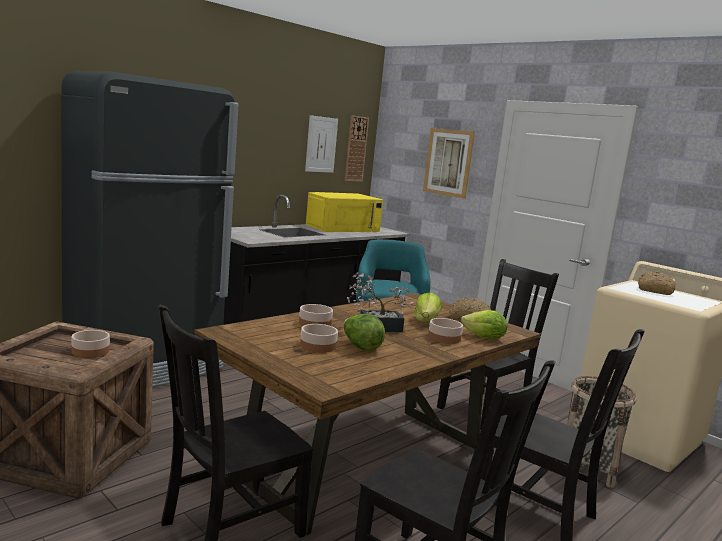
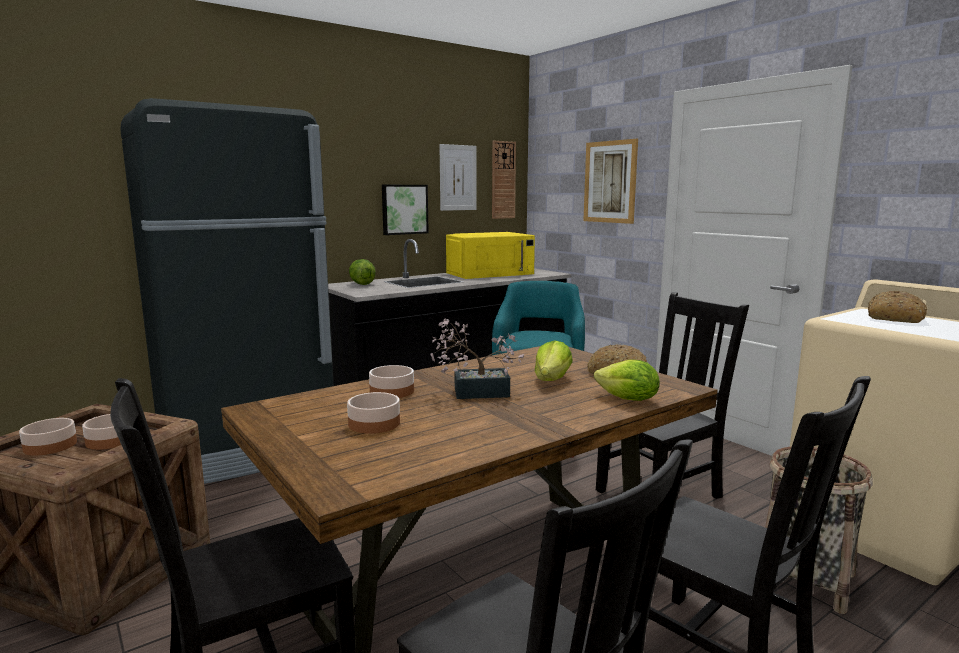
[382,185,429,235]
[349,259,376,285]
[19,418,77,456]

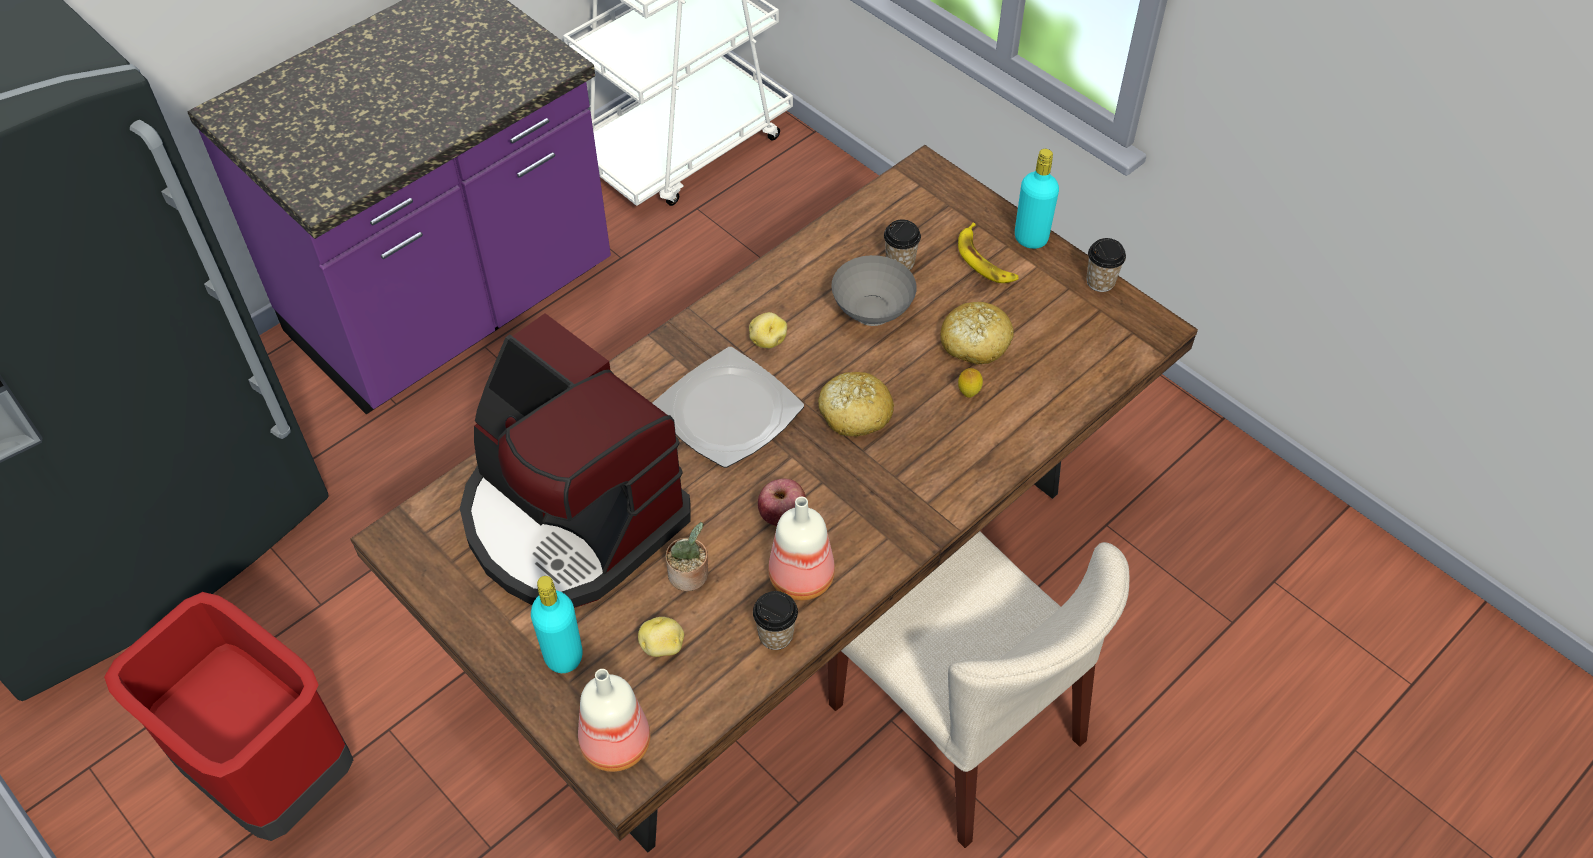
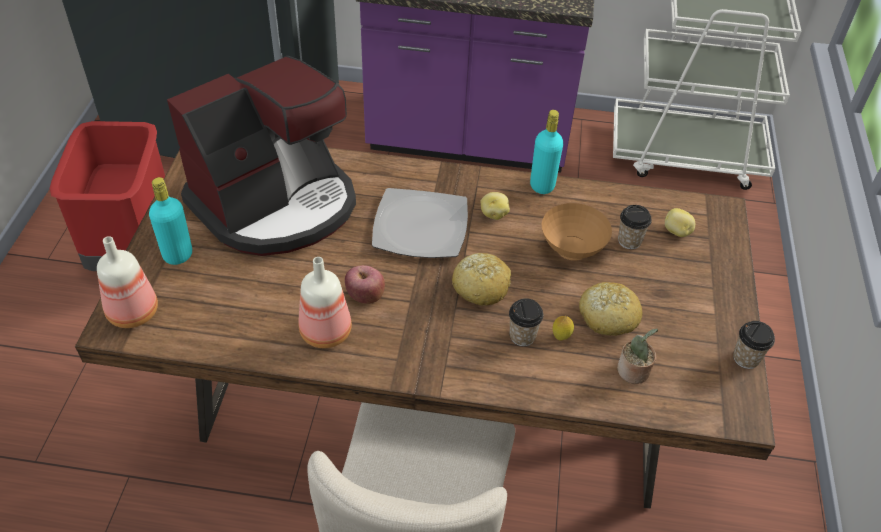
[958,223,1019,283] (first image)
[665,208,695,237]
[617,328,658,384]
[509,298,544,346]
[530,110,563,194]
[542,203,612,261]
[167,56,356,256]

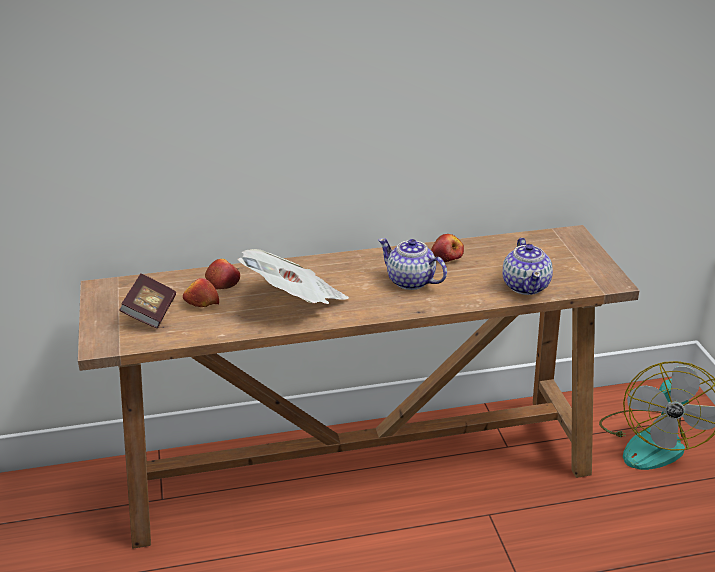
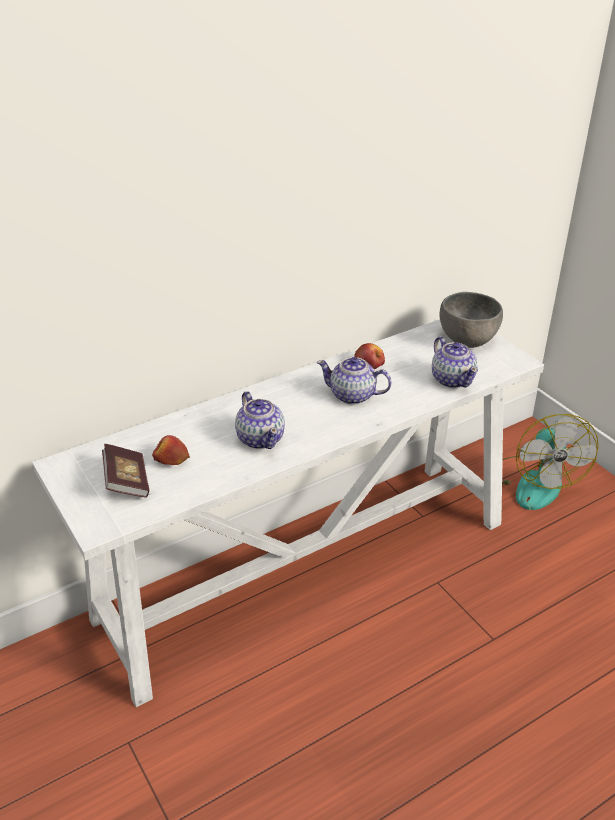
[205,259,240,290] (first image)
[440,292,503,348]
[235,391,285,449]
[32,319,544,707]

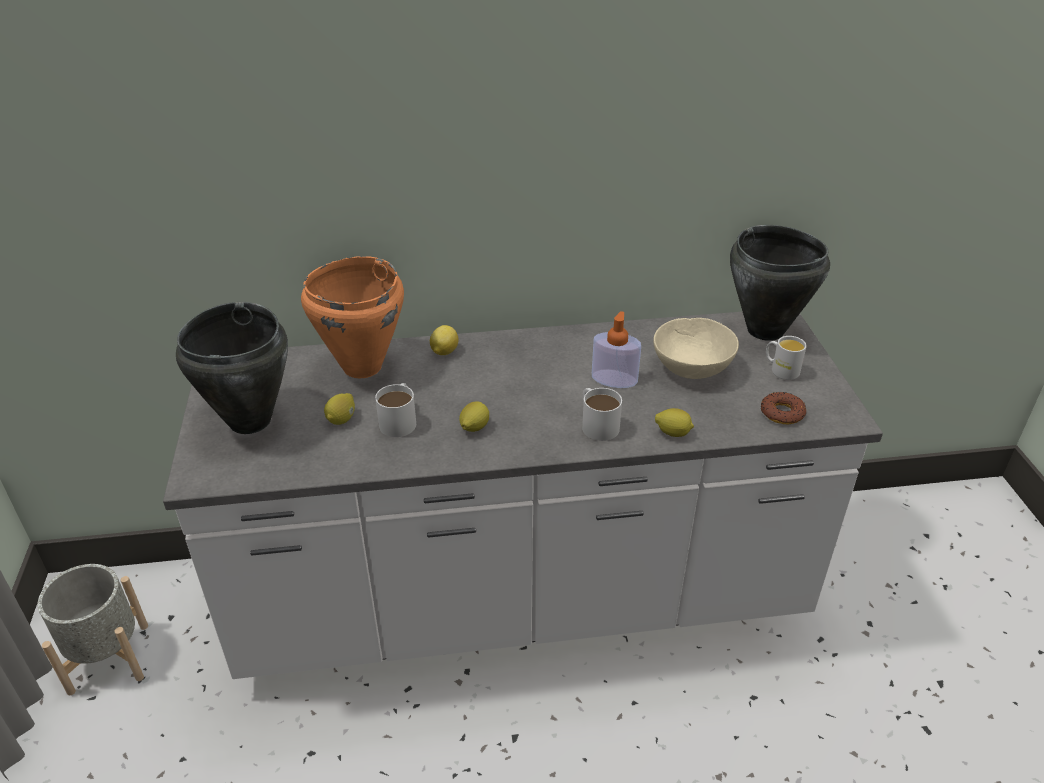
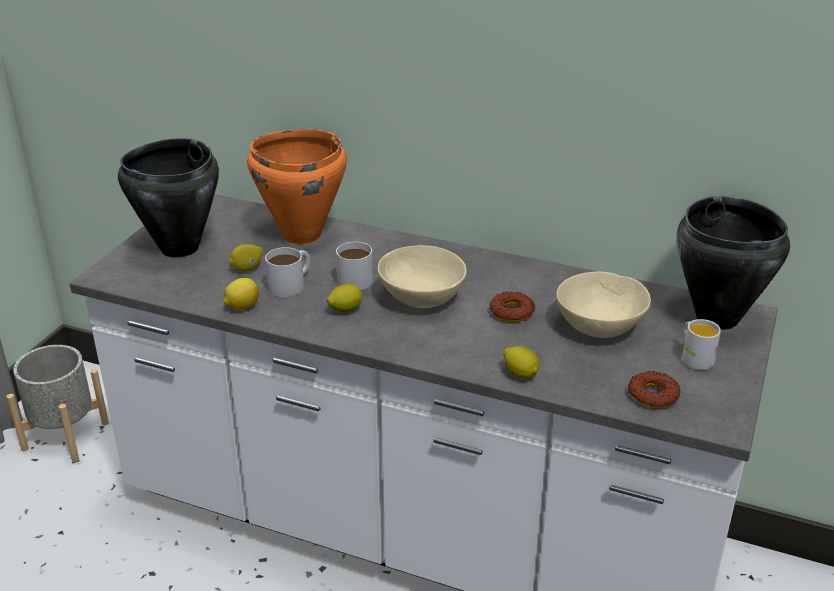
[378,245,467,308]
[223,278,259,310]
[336,242,373,290]
[490,292,535,322]

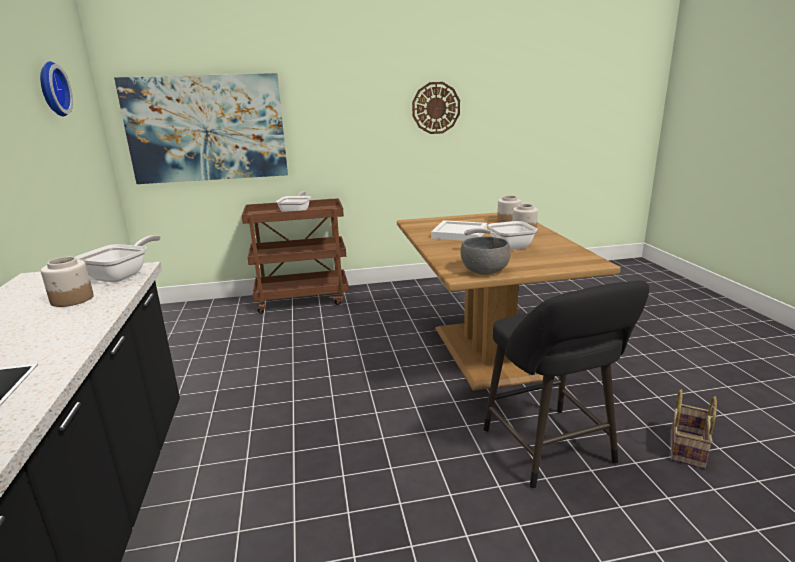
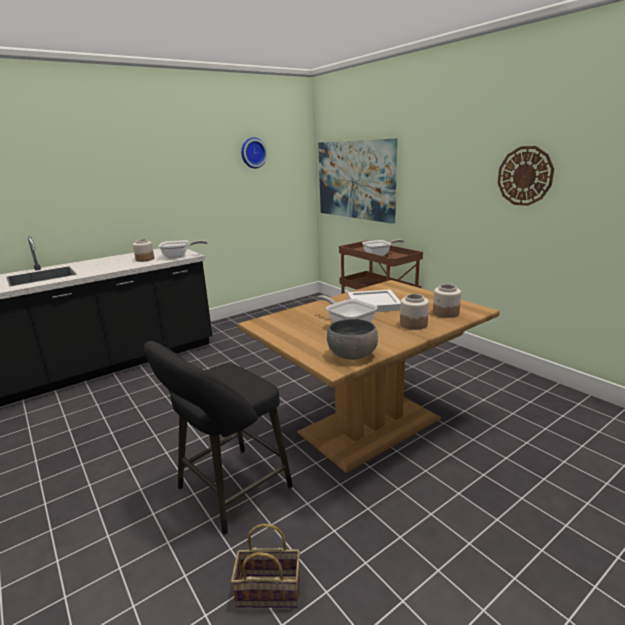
[327,319,378,360]

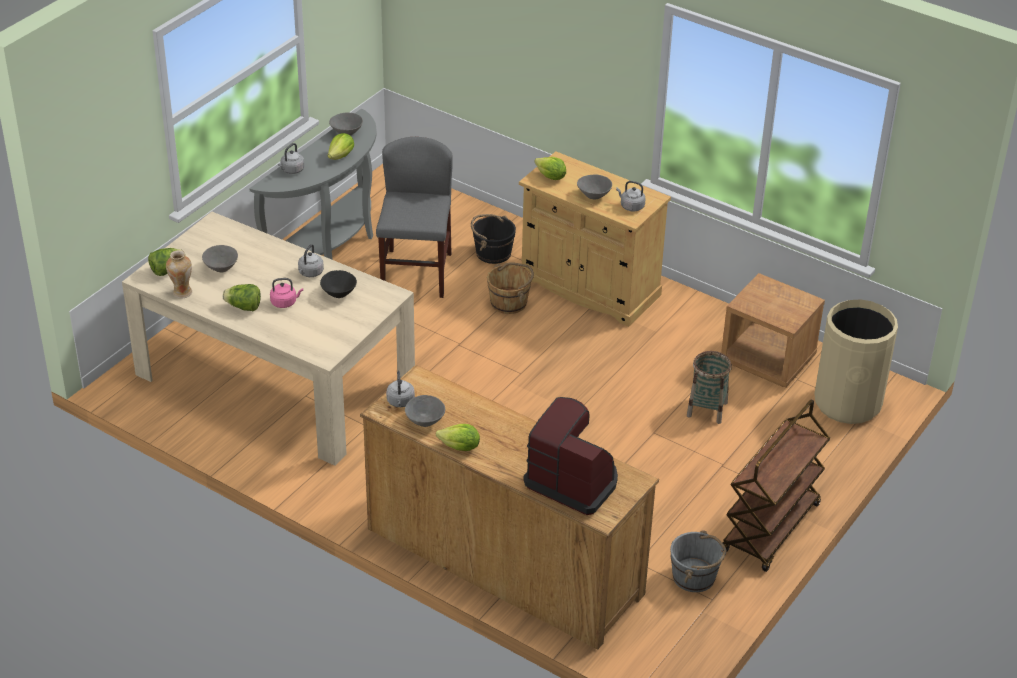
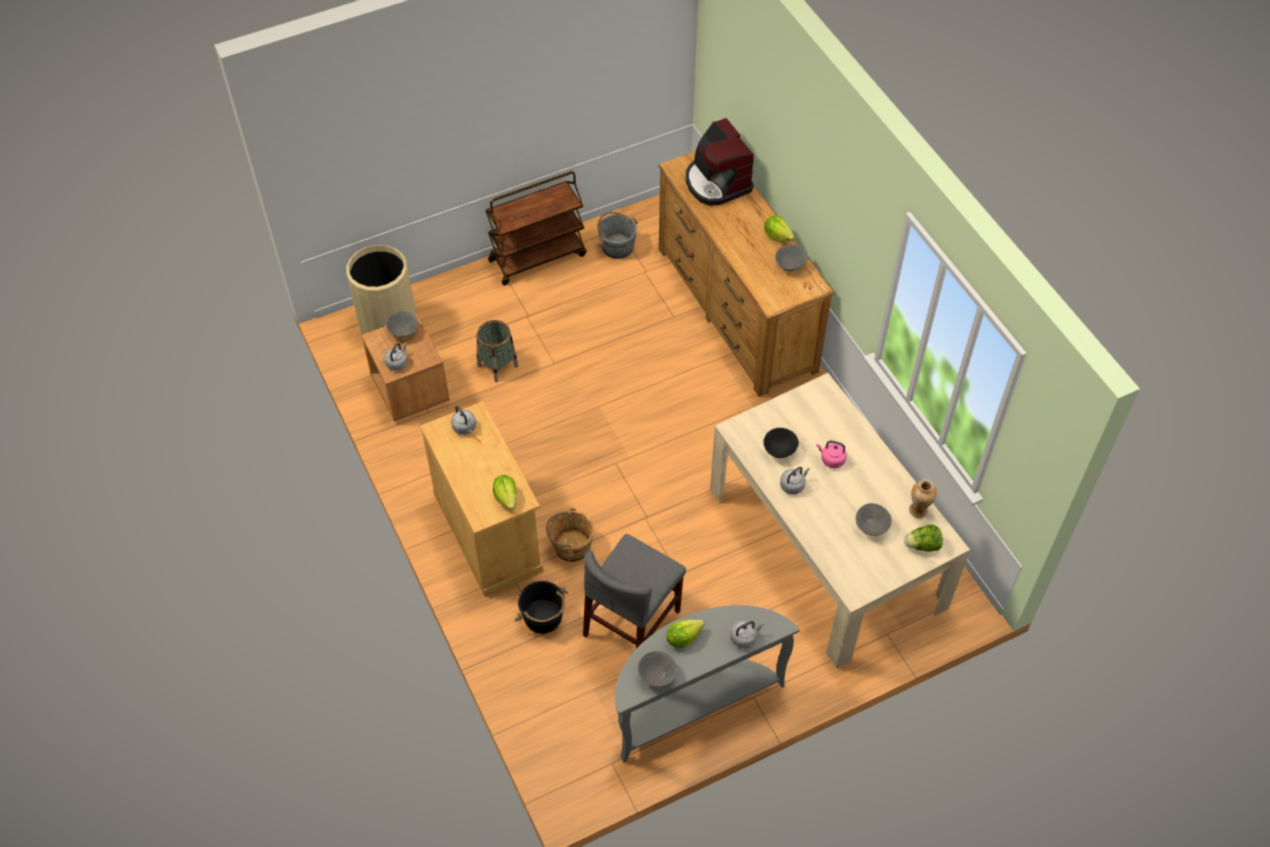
[223,284,261,311] (first image)
[384,342,408,371]
[386,311,418,337]

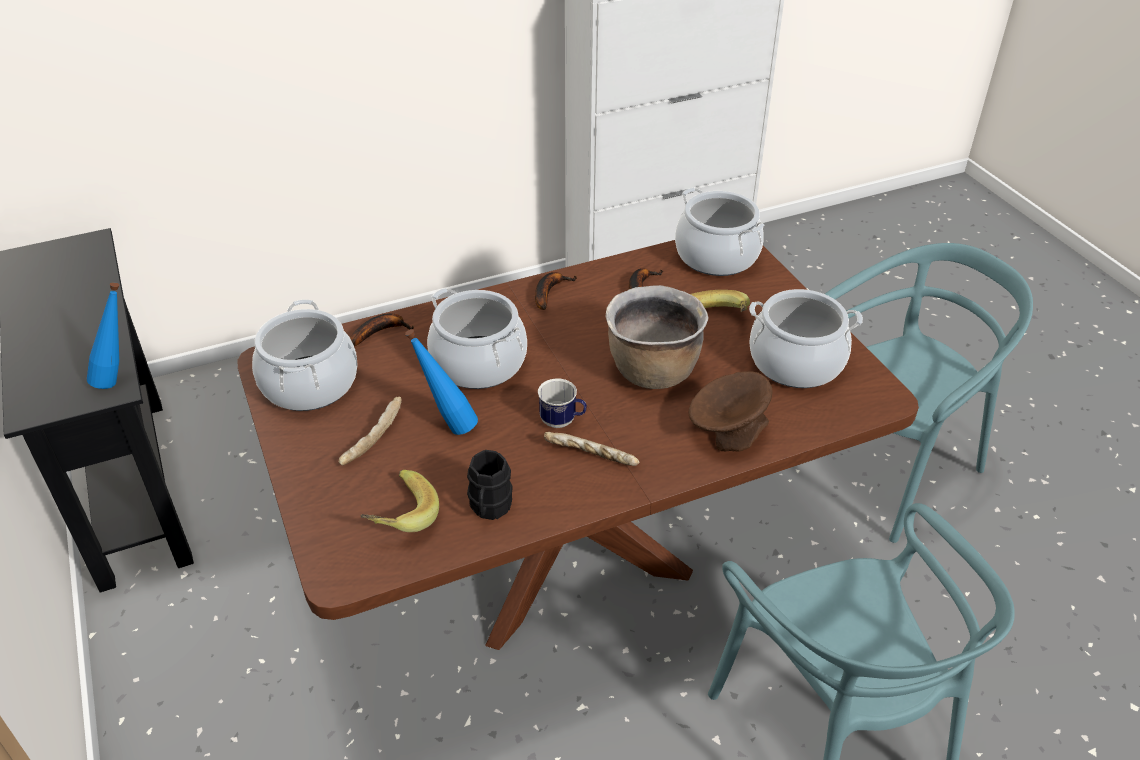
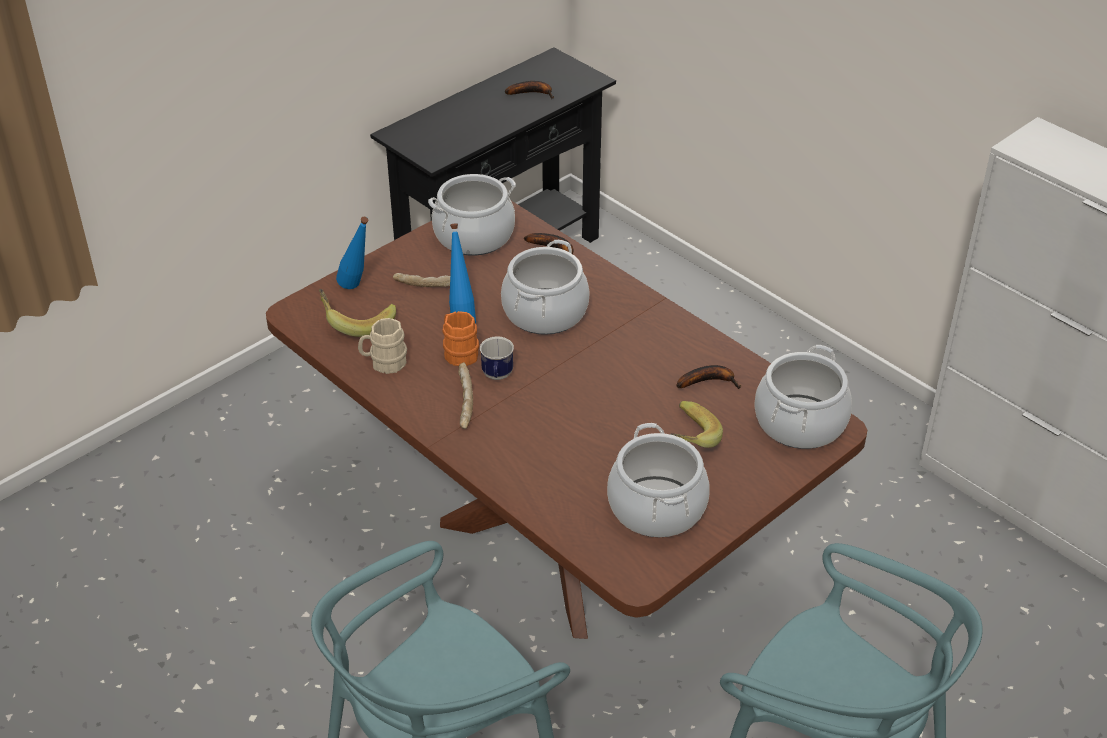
[605,285,709,389] (first image)
[689,371,773,452] (first image)
[443,311,479,366]
[336,217,368,289]
[505,81,554,100]
[358,318,407,374]

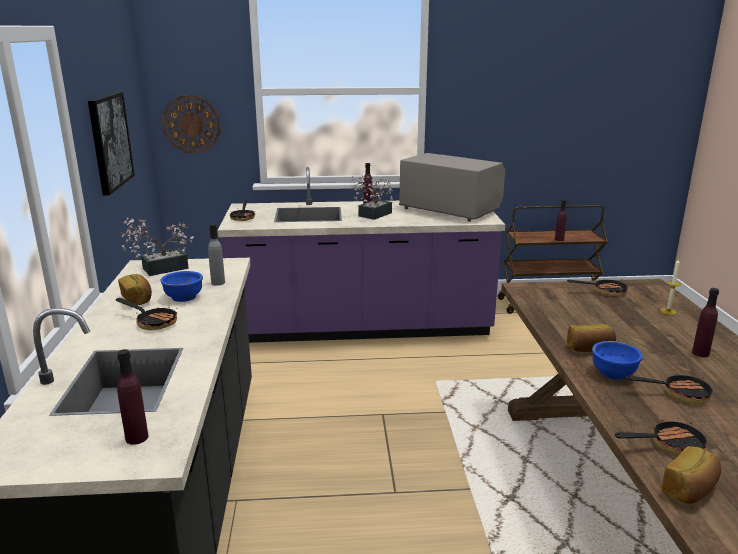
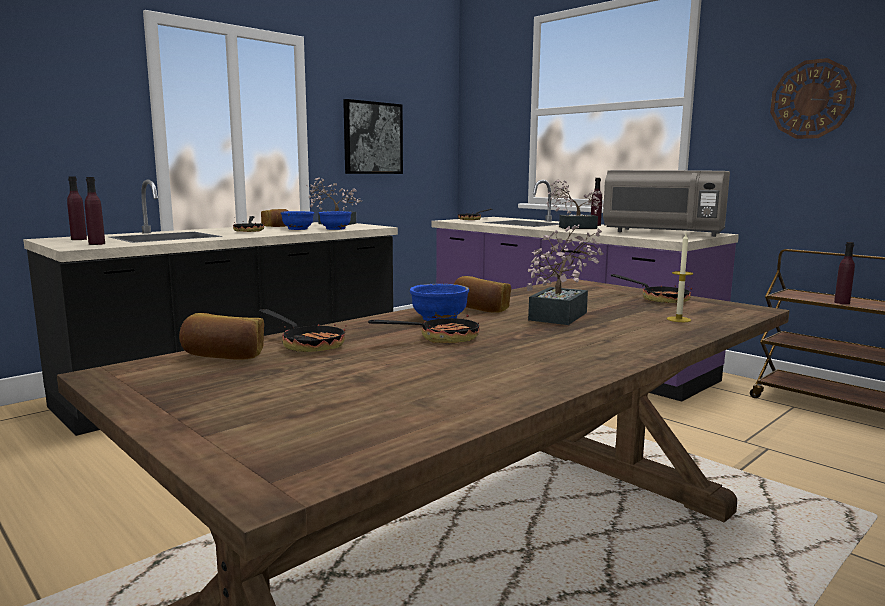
[527,225,603,325]
[770,58,857,139]
[67,176,87,240]
[319,211,352,230]
[603,170,730,237]
[368,313,480,343]

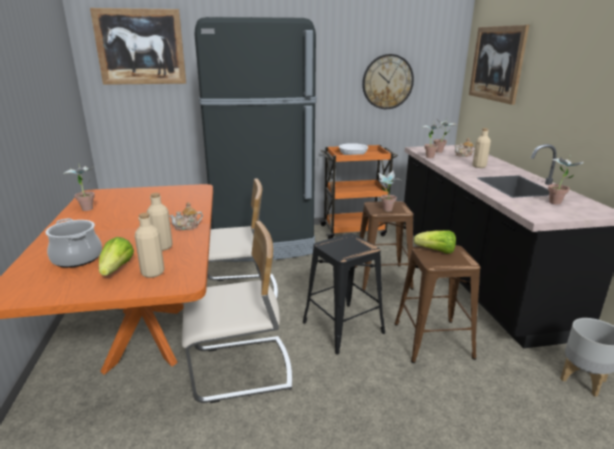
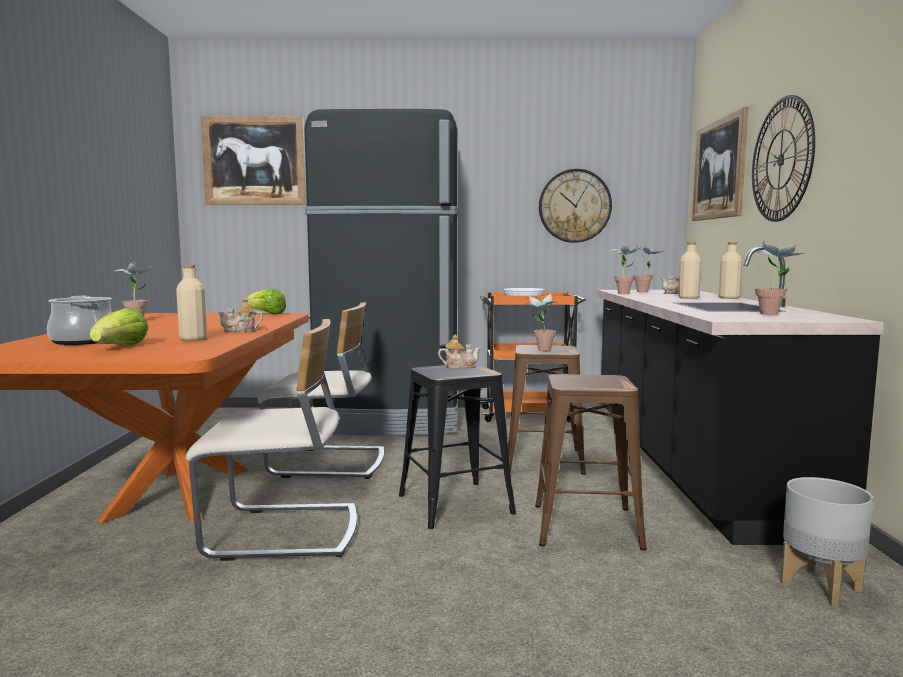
[438,335,481,369]
[752,95,815,222]
[719,242,742,299]
[246,289,286,315]

